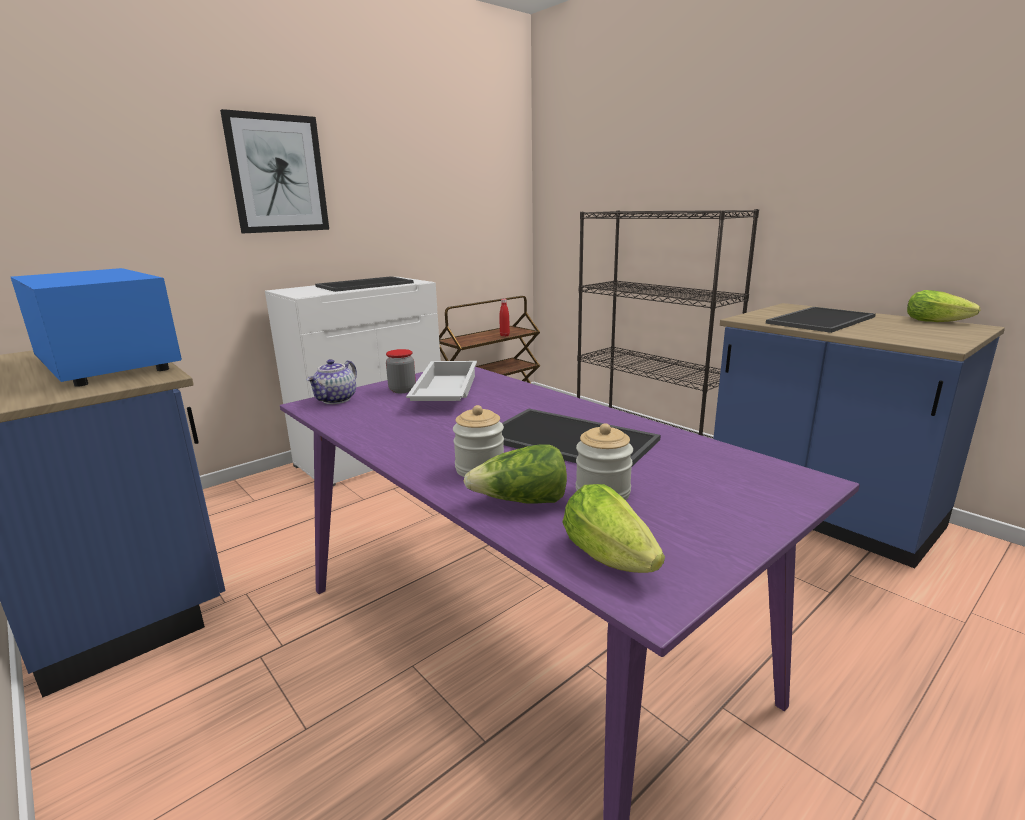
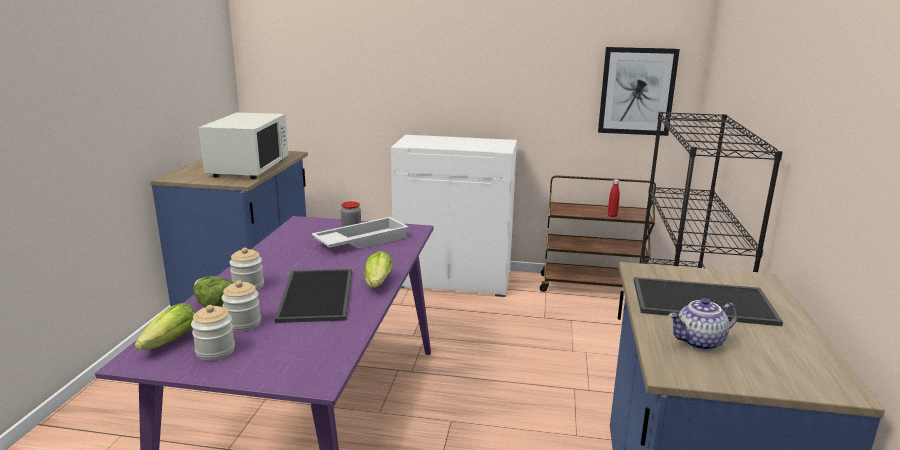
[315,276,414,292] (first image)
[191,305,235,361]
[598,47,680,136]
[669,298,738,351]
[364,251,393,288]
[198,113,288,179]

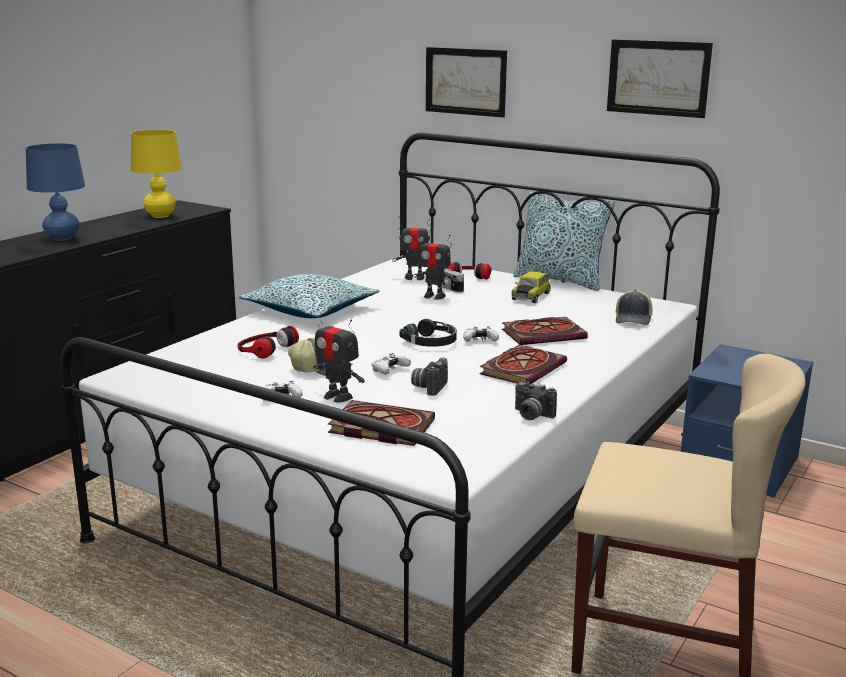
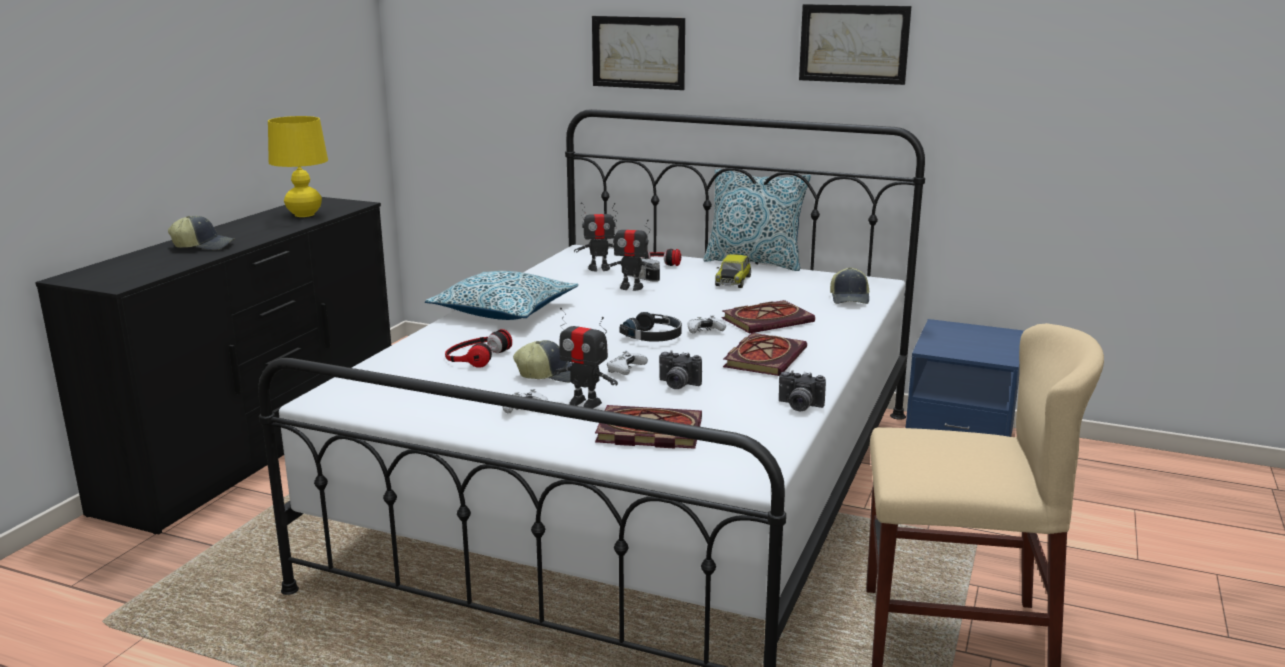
[168,216,235,250]
[659,351,702,389]

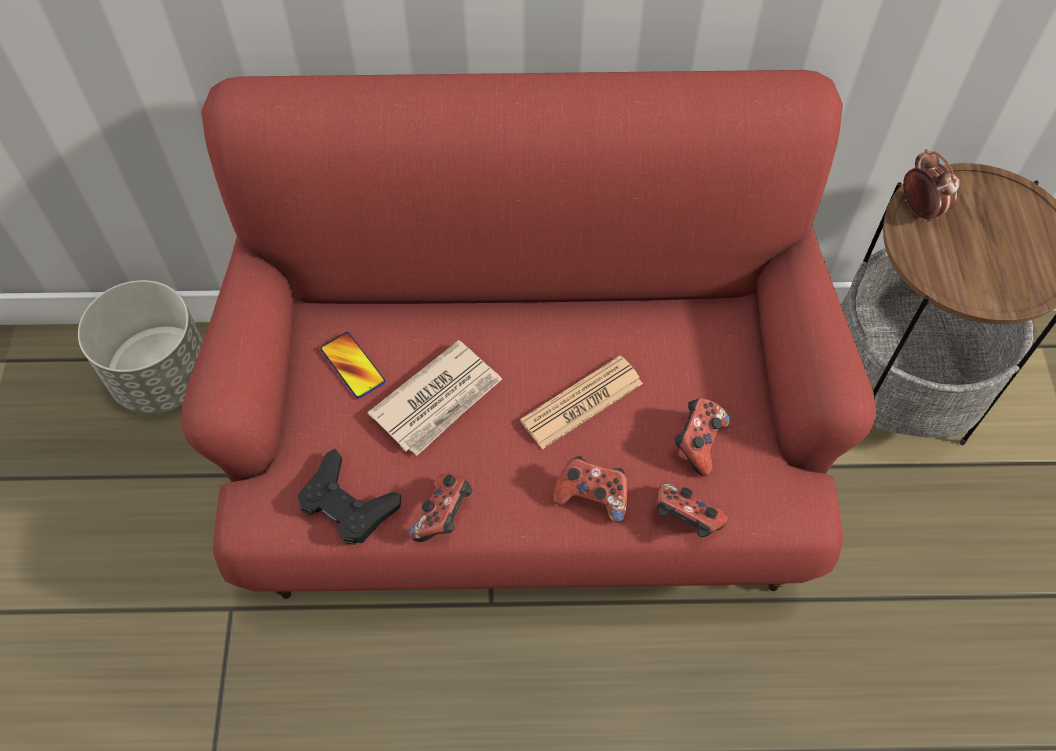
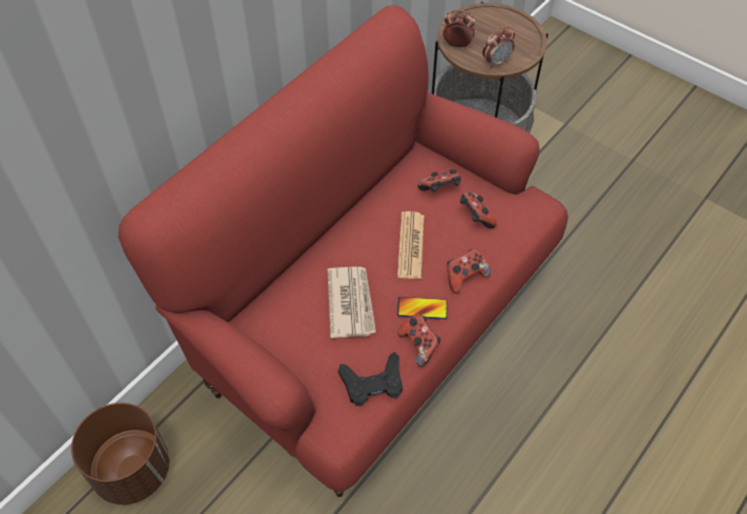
[482,26,515,68]
[397,297,448,319]
[418,169,461,192]
[71,403,169,505]

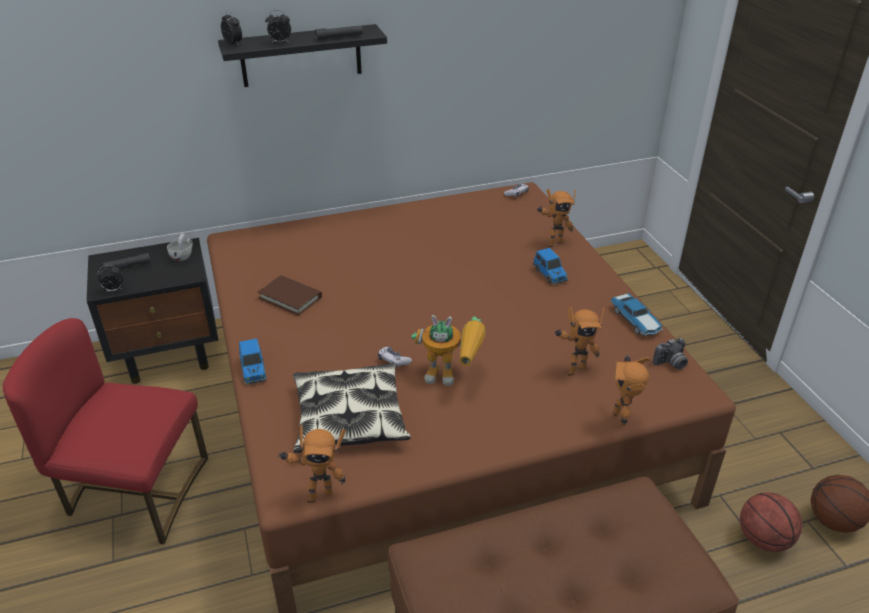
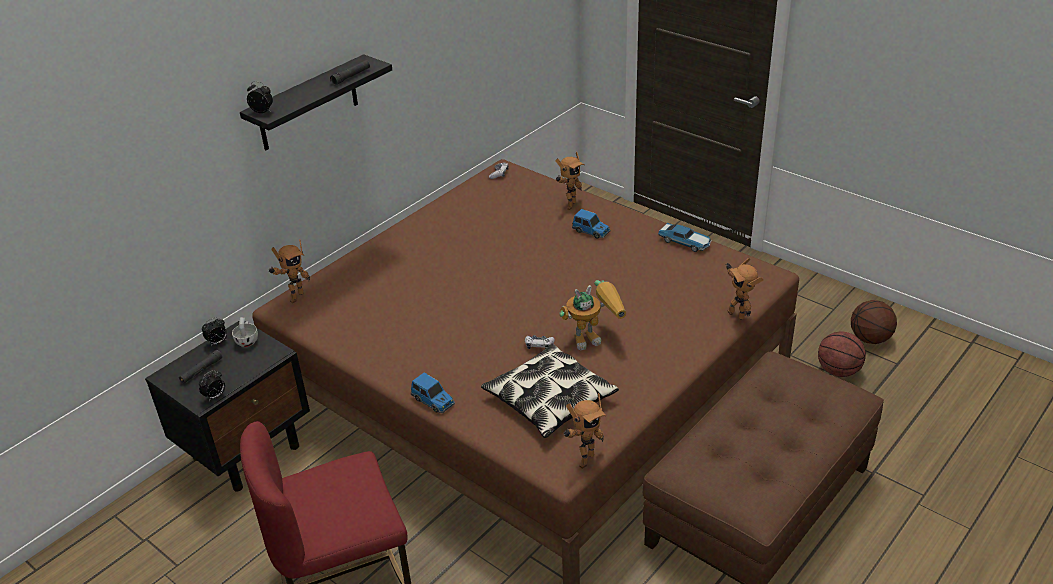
[258,275,322,316] (first image)
[653,338,688,369] (first image)
[202,317,227,346]
[269,239,310,303]

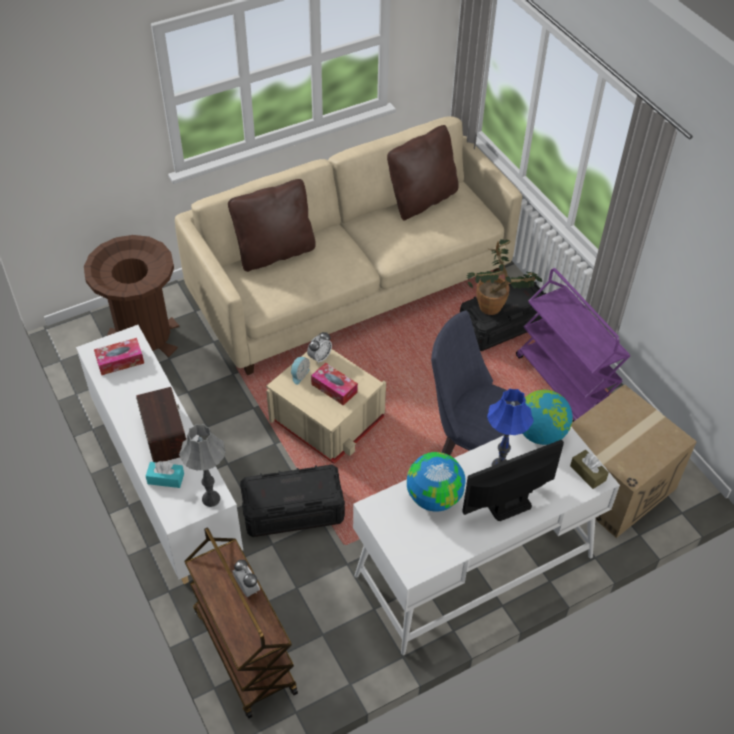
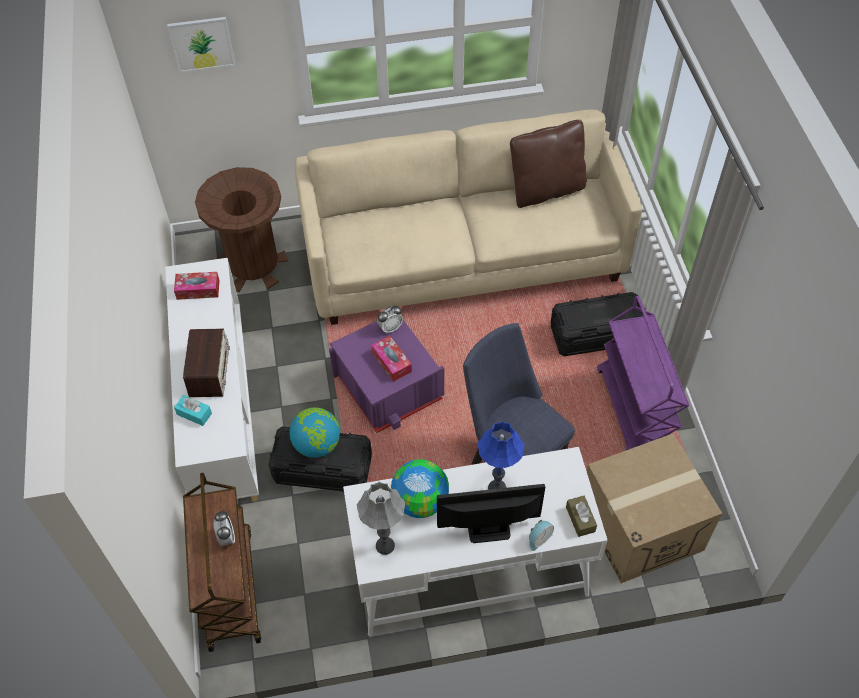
[228,179,316,272] (first image)
[467,239,542,315] (first image)
[167,17,235,72]
[357,482,405,555]
[529,520,554,551]
[289,407,340,458]
[329,320,444,433]

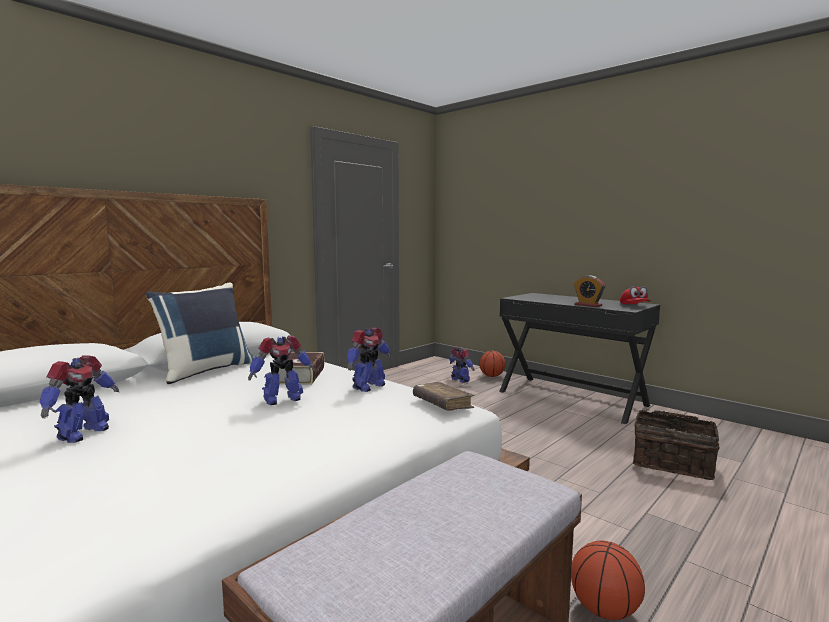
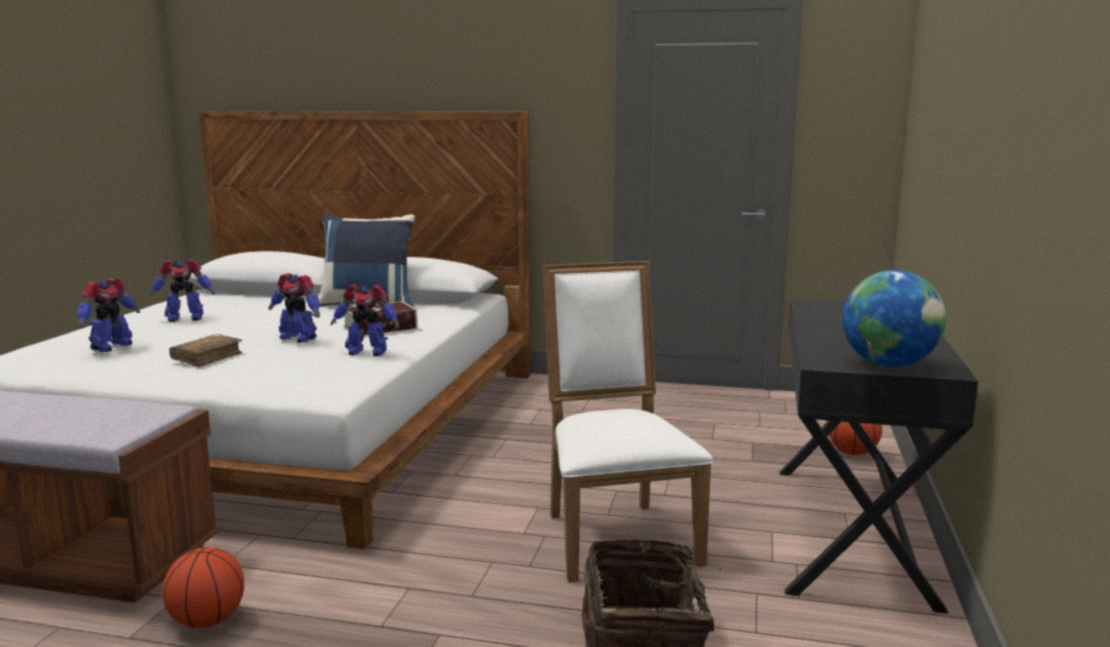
[574,276,606,307] (first image)
[543,261,713,583]
[169,334,242,367]
[77,278,140,352]
[842,270,946,367]

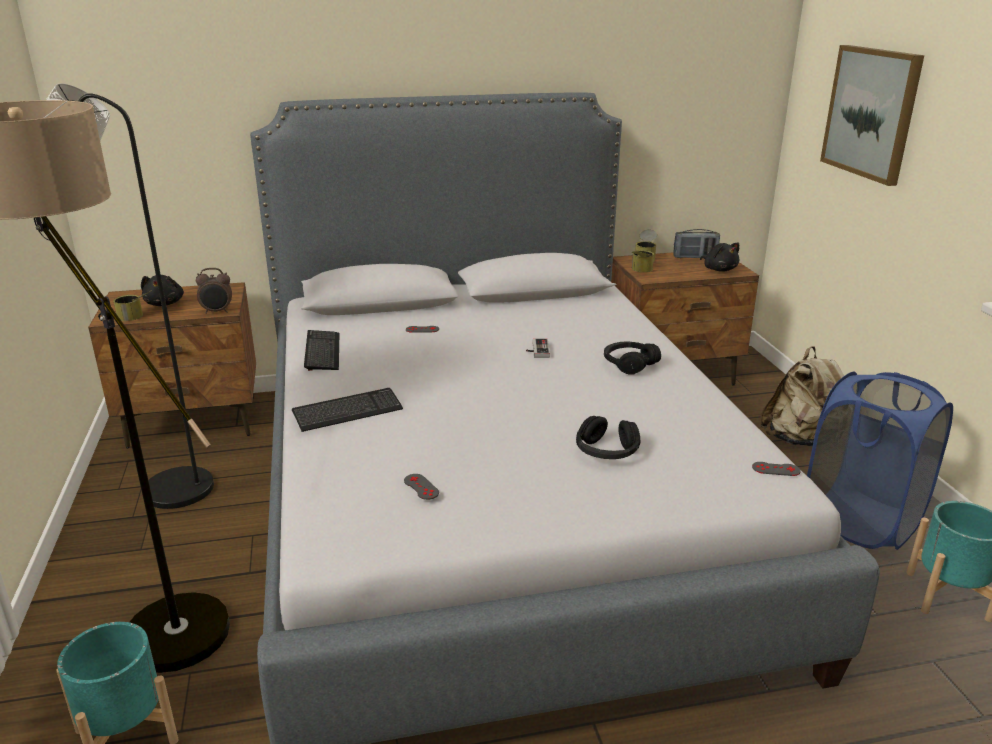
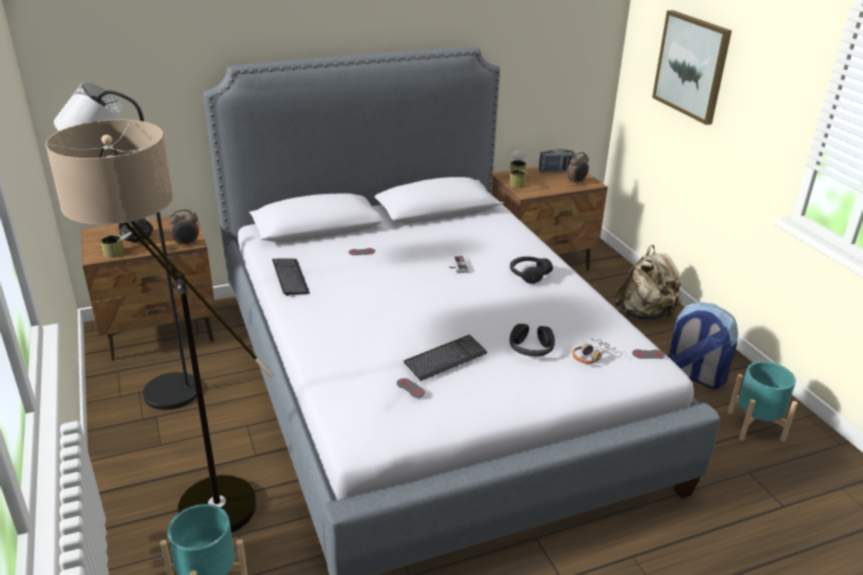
[572,338,622,364]
[404,335,487,381]
[567,152,589,185]
[668,302,738,389]

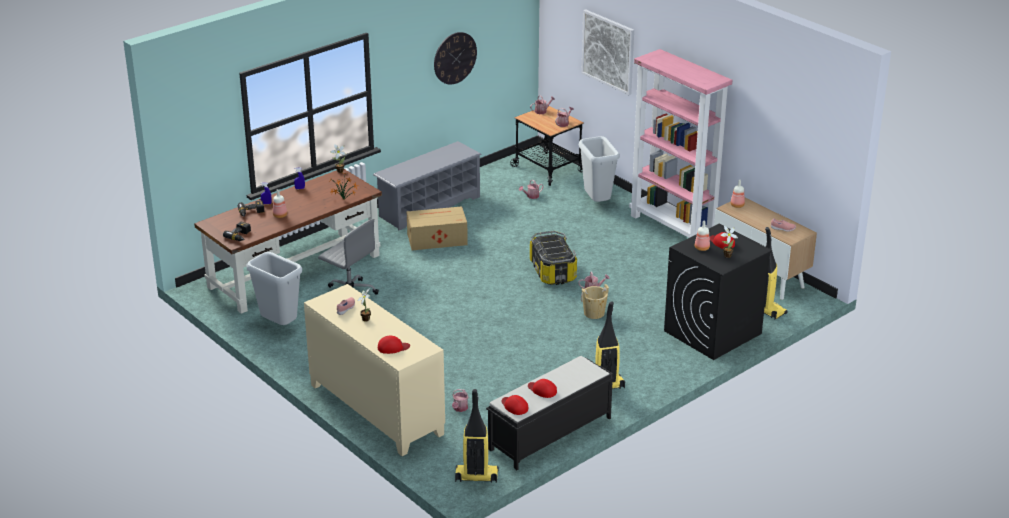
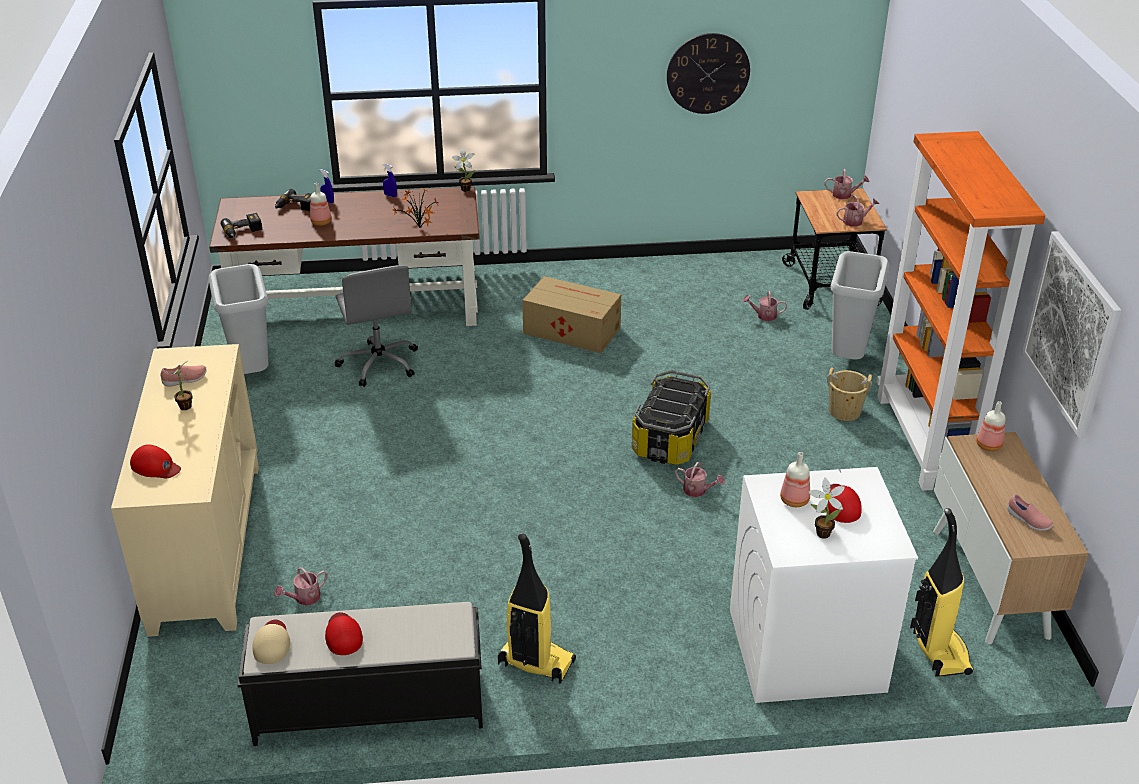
[373,141,482,230] (first image)
[455,389,499,483] (first image)
[1022,231,1121,437]
[827,367,872,421]
[252,620,290,664]
[877,131,1045,491]
[730,467,918,703]

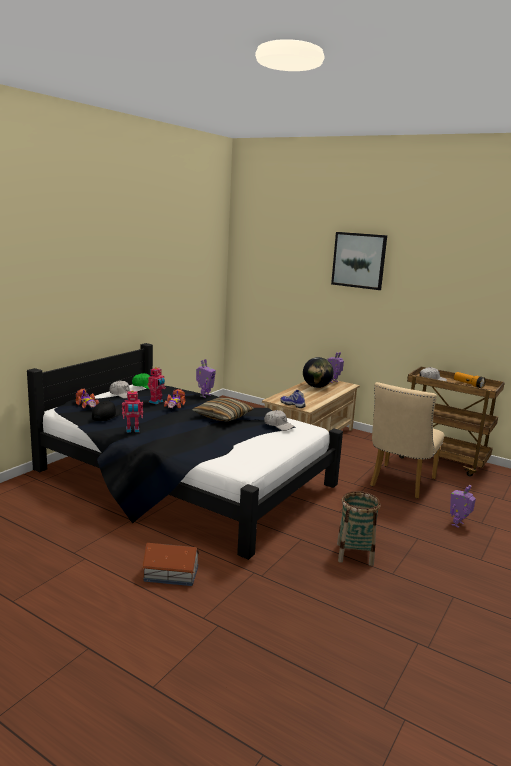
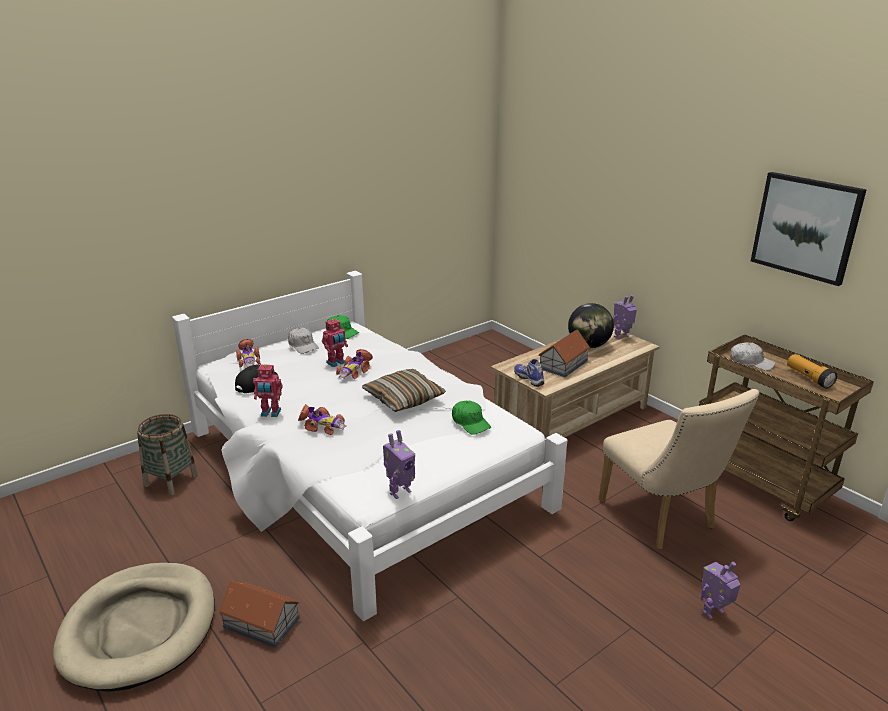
[53,563,215,691]
[298,404,346,435]
[538,329,591,377]
[383,430,415,499]
[751,172,867,286]
[137,414,198,495]
[172,271,567,621]
[452,401,491,435]
[599,389,760,549]

